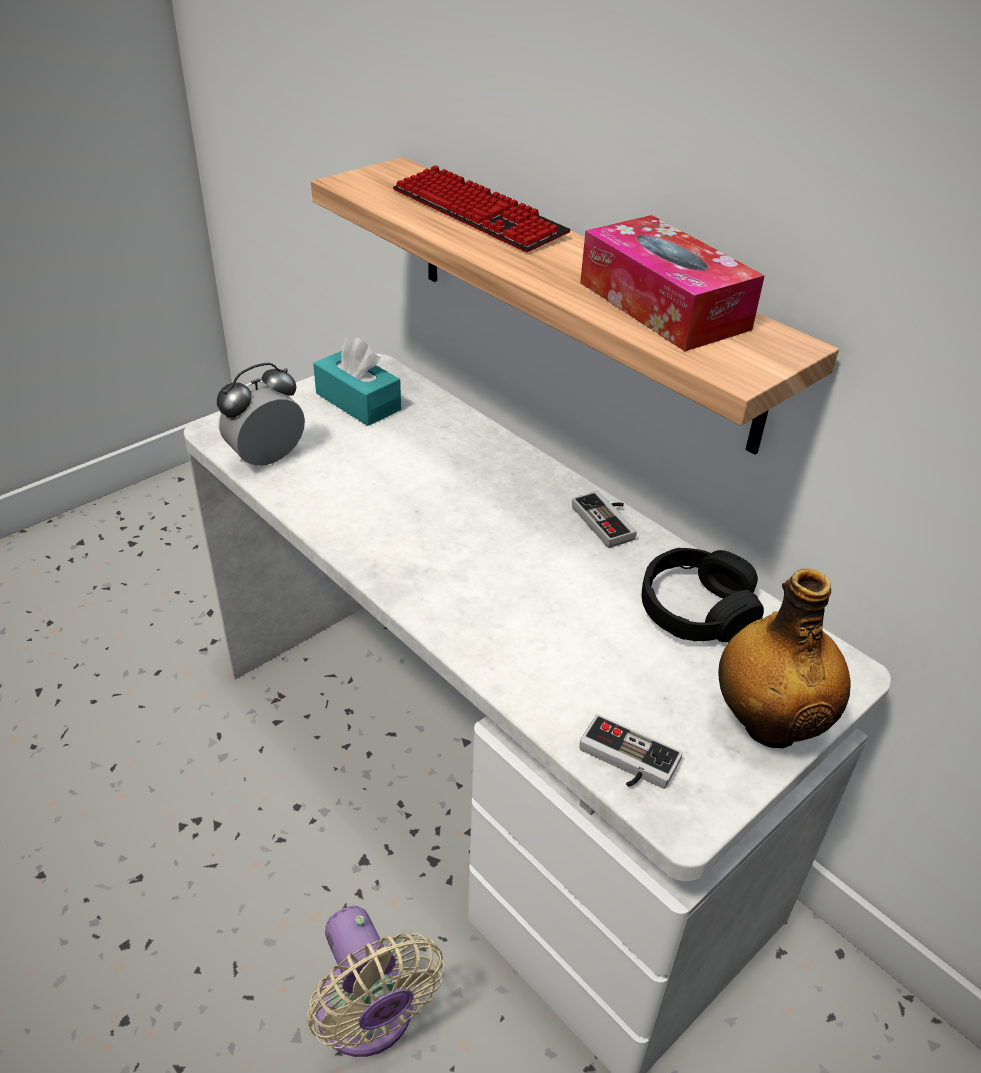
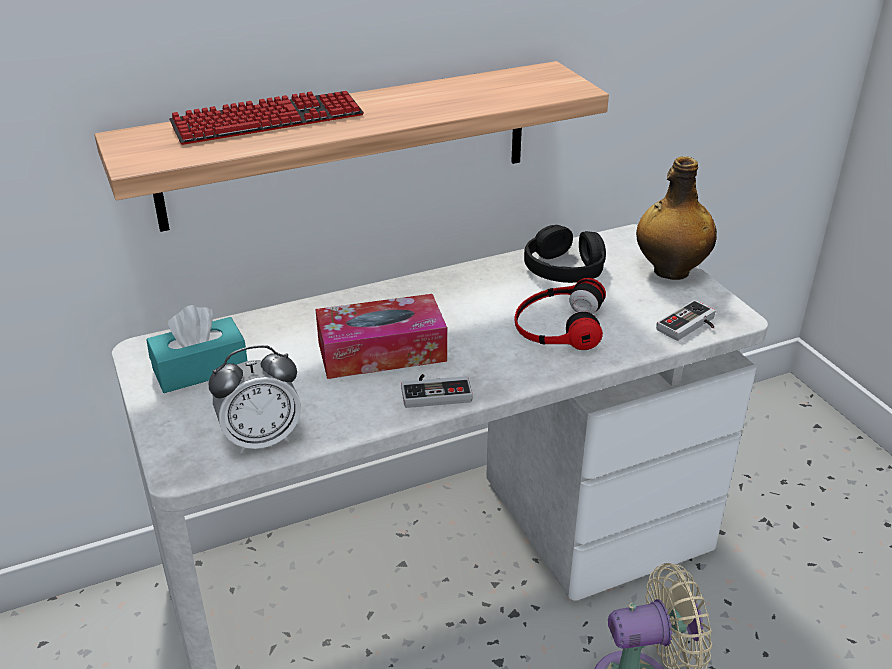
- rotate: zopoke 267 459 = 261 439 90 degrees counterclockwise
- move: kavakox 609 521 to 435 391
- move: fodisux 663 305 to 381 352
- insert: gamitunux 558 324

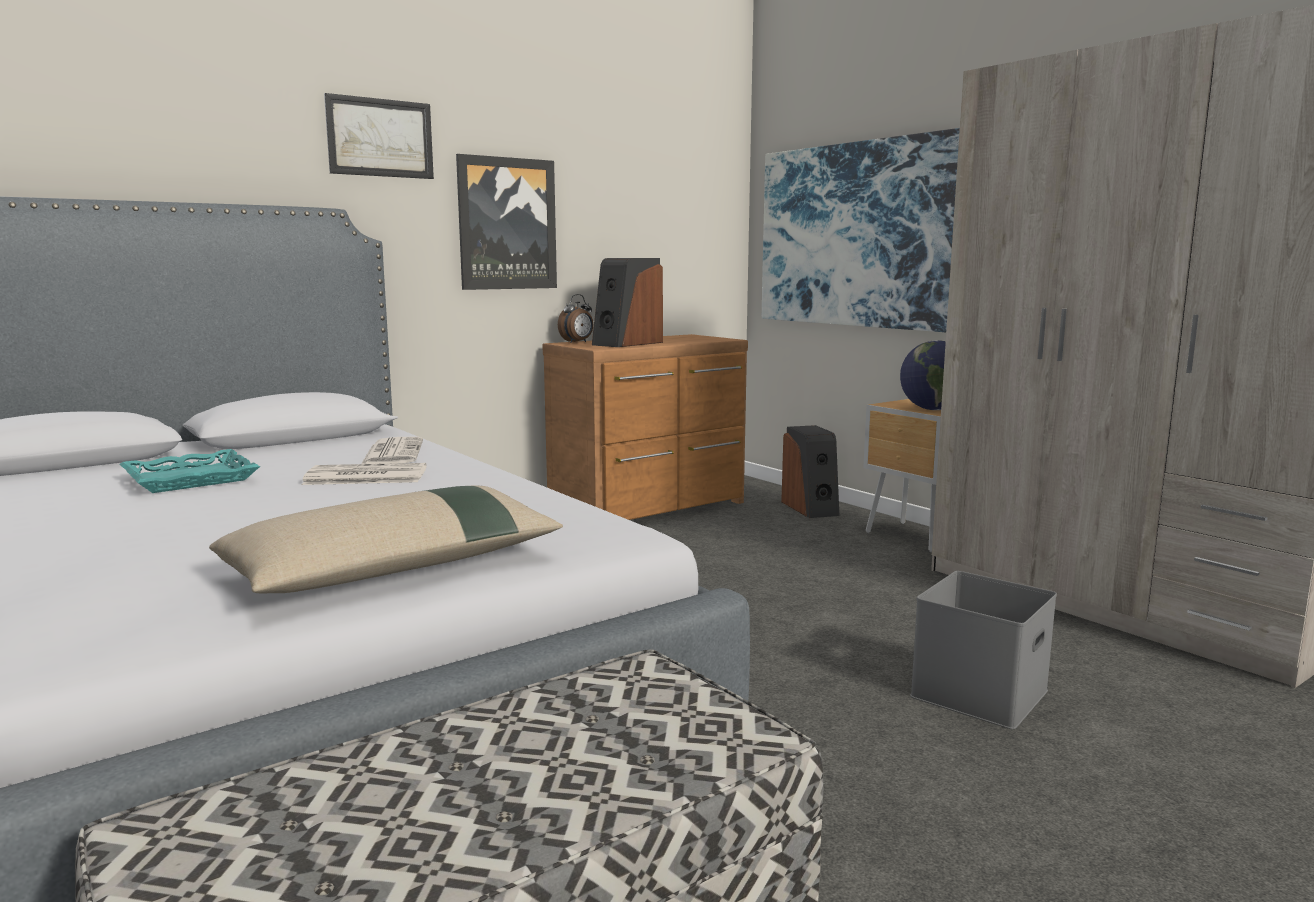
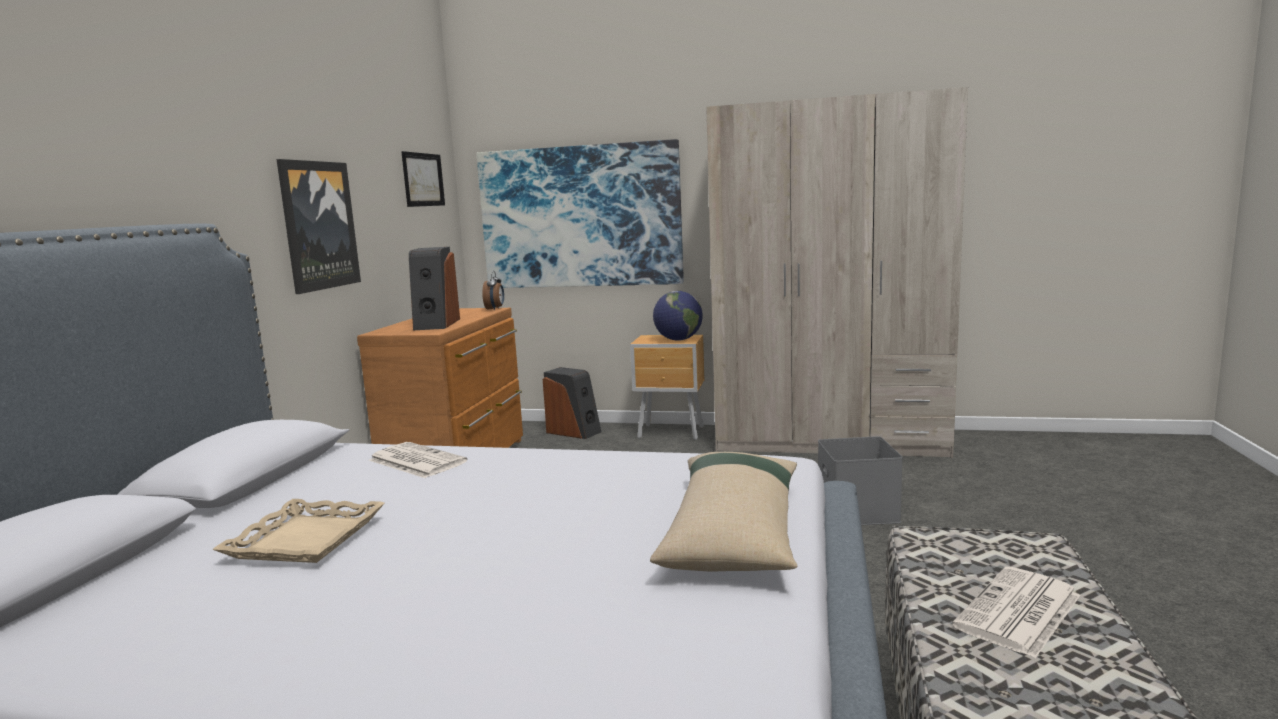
- recolor: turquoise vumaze 191 479 to beige vumaze 305 539
- move: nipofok 364 476 to 1019 612
- move: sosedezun 380 138 to 423 179
- move: zopoke 577 342 to 495 309

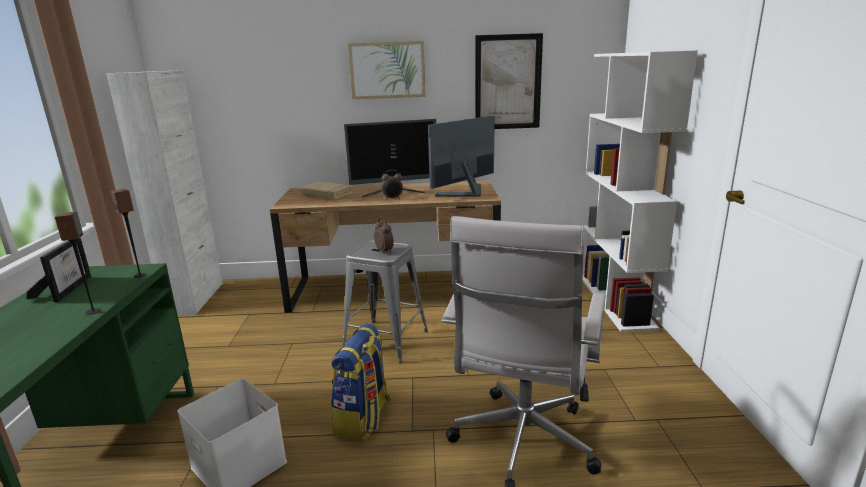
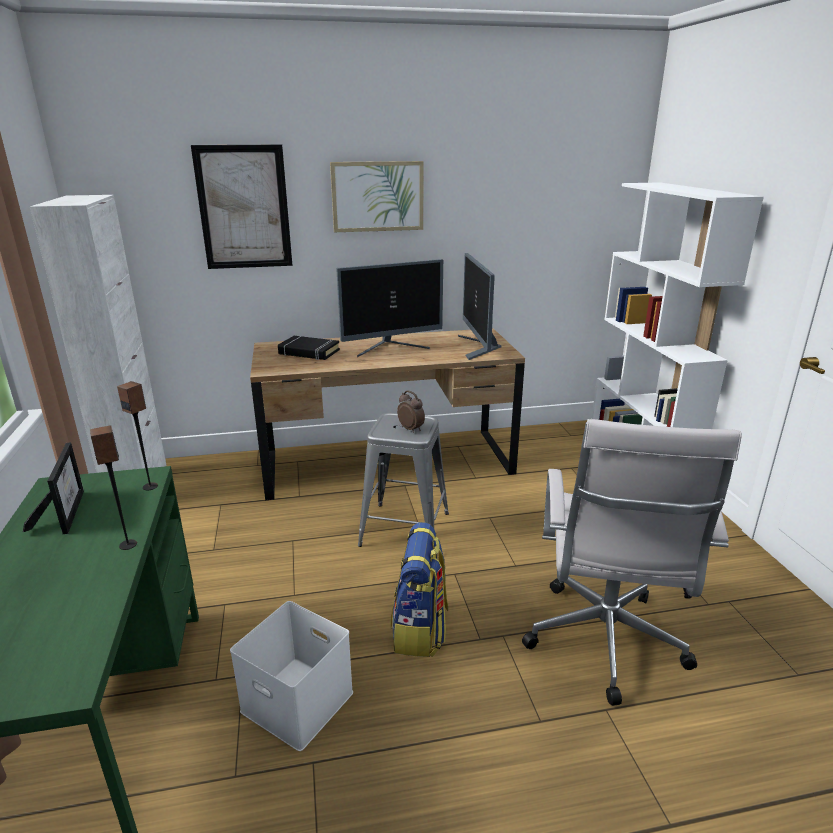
- recolor: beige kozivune 326 194 to black kozivune 309 352
- delete: zopoke 393 199
- rotate: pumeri 466 193 = 478 348 45 degrees counterclockwise
- move: sosedezun 508 82 to 244 208

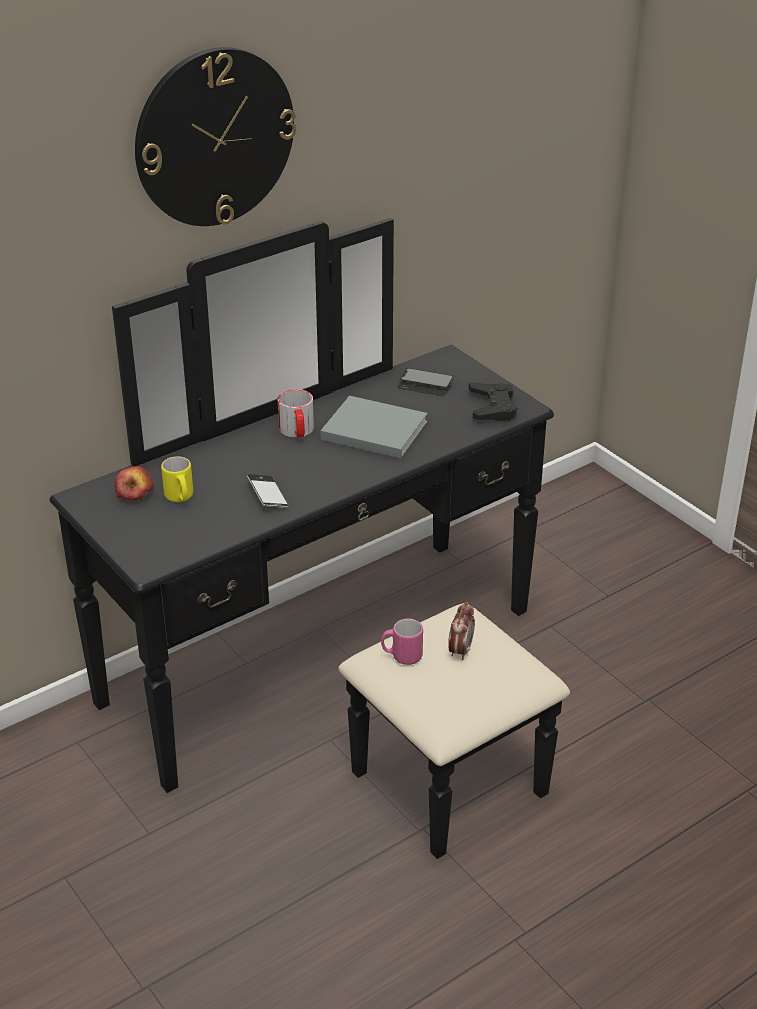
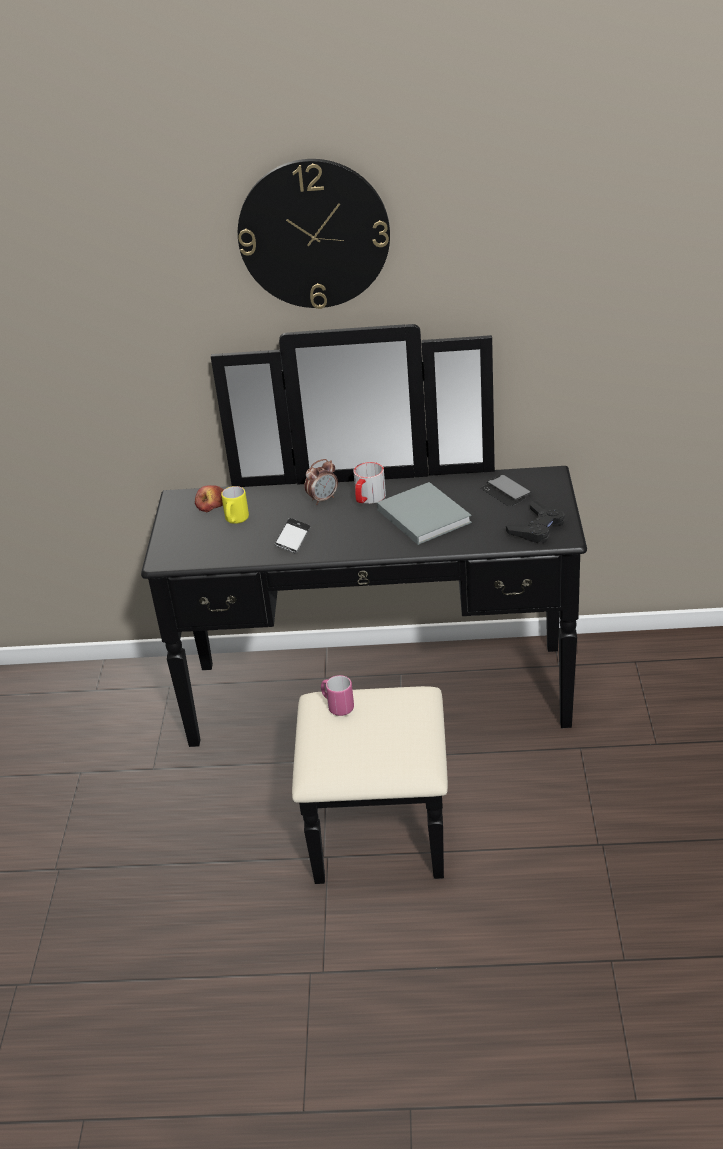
- move: zopoke 460 650 to 323 499

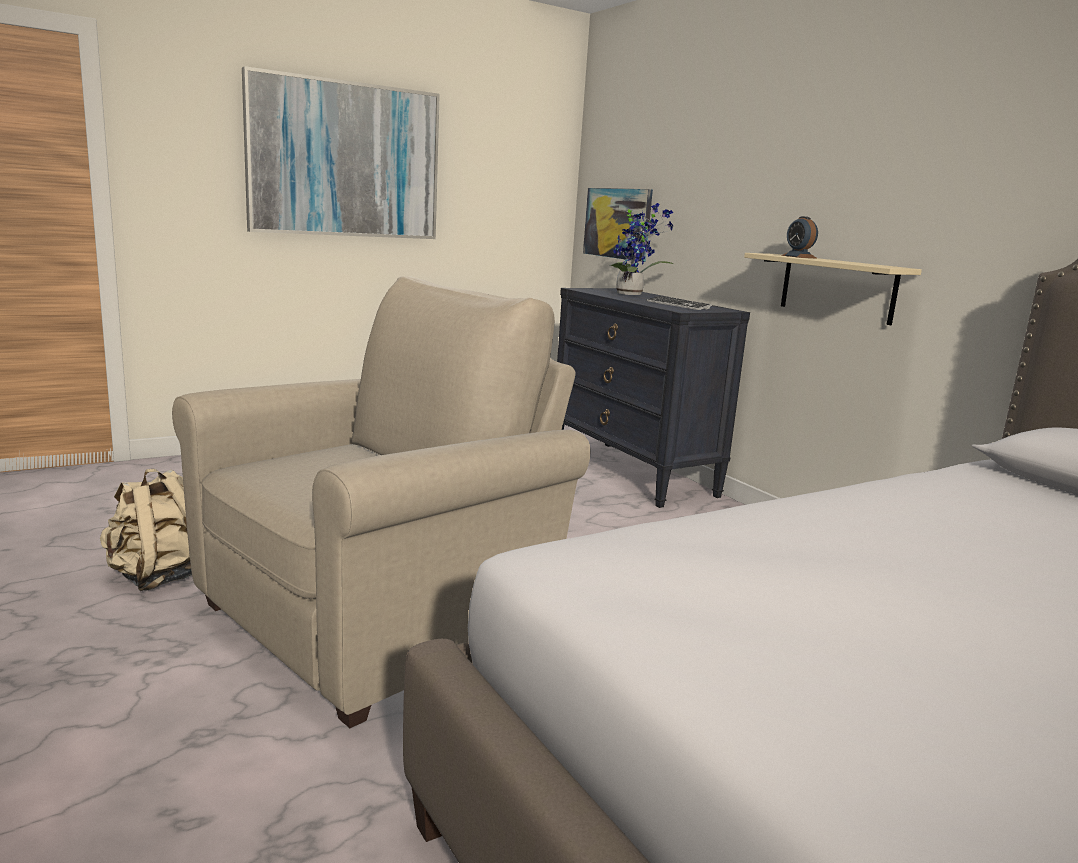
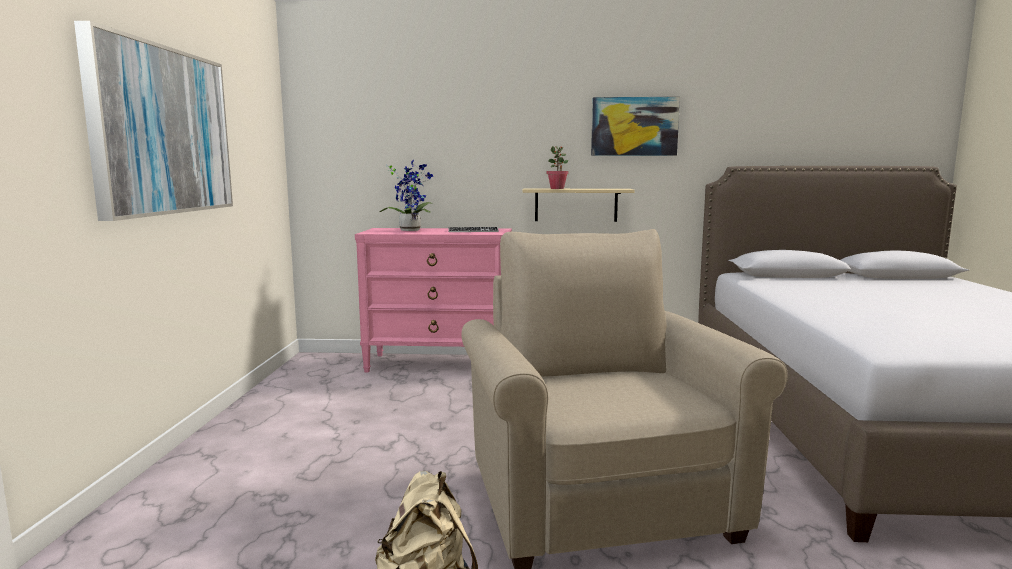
- recolor: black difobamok 632 473 to pink difobamok 440 364
- move: sosedezun 617 223 to 634 126
- replace: zopoke 798 257 to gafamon 557 188

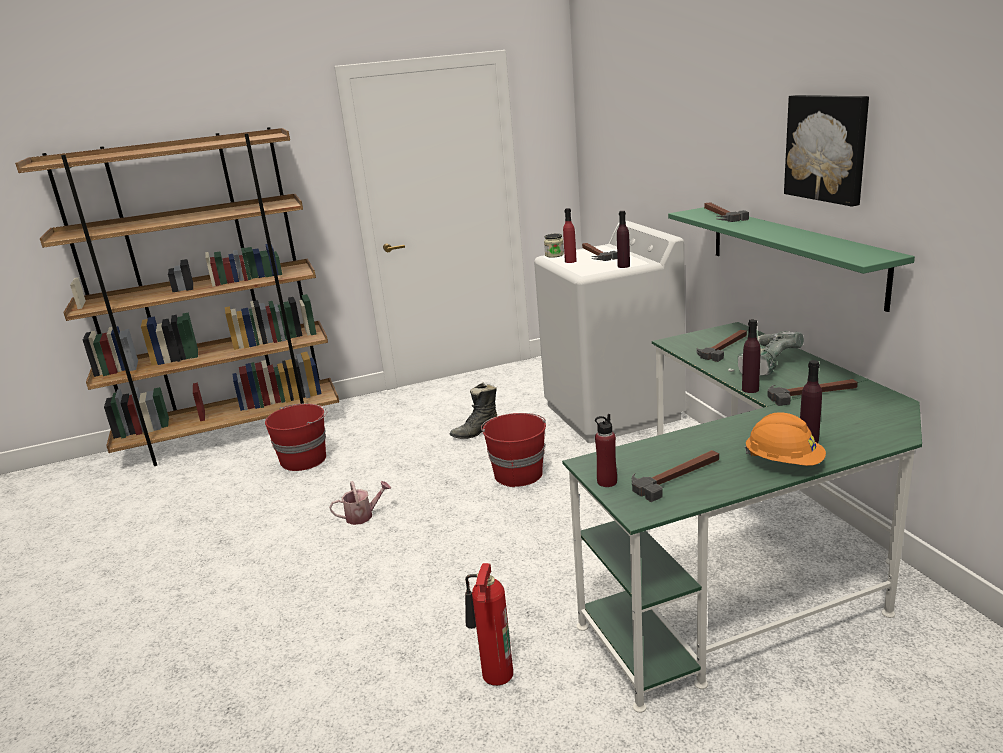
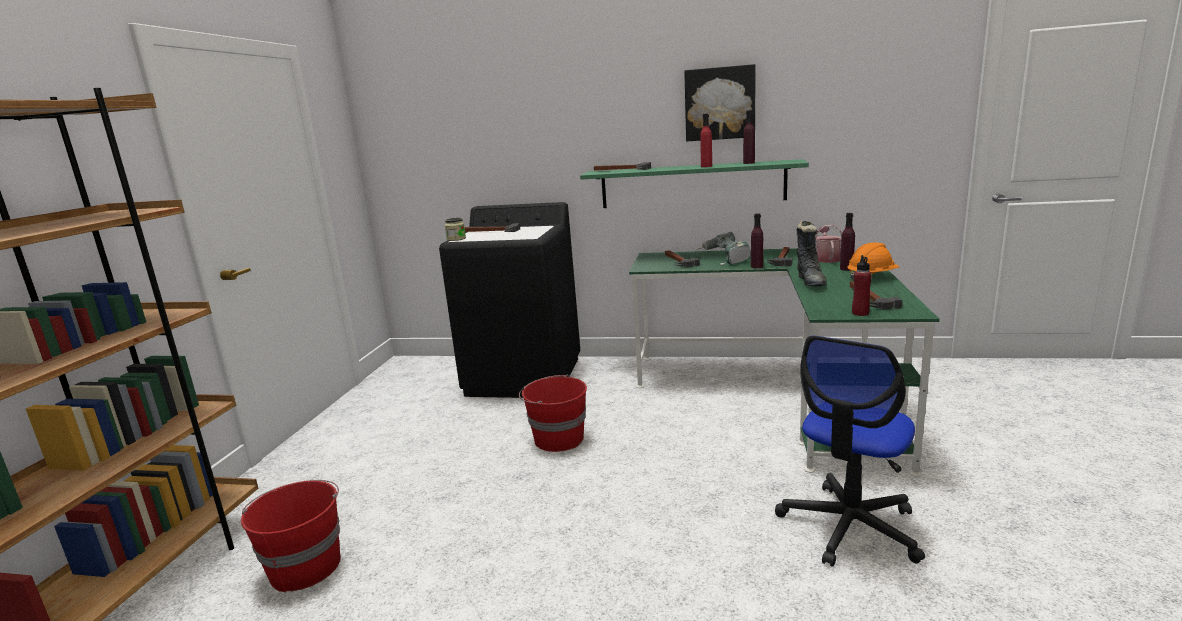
- move: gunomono 363 516 to 827 258
- move: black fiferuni 476 433 to 811 282
- replace: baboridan 494 676 to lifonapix 849 527
- recolor: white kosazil 612 412 to black kosazil 524 376
- move: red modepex 570 261 to 706 166
- move: purple modepex 623 266 to 749 163

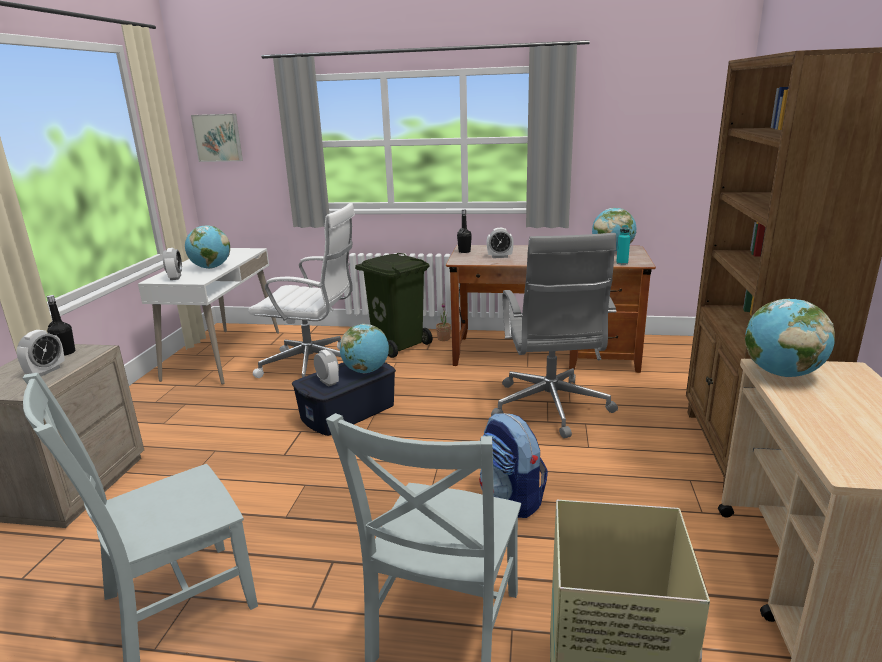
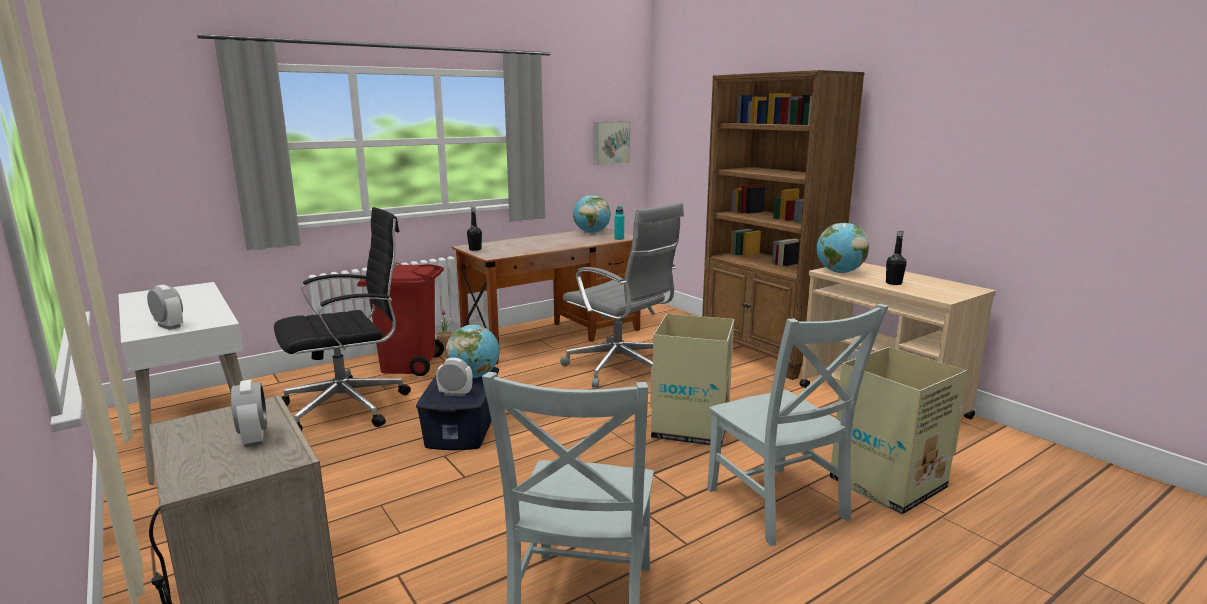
- move: black modepex 66 352 to 893 283
- delete: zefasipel 211 268
- move: sosedezun 218 137 to 610 142
- recolor: white lifonapix 314 367 to black lifonapix 349 407
- recolor: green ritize 398 345 to red ritize 409 365
- replace: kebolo 511 499 to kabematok 691 427
- delete: zopoke 499 257

